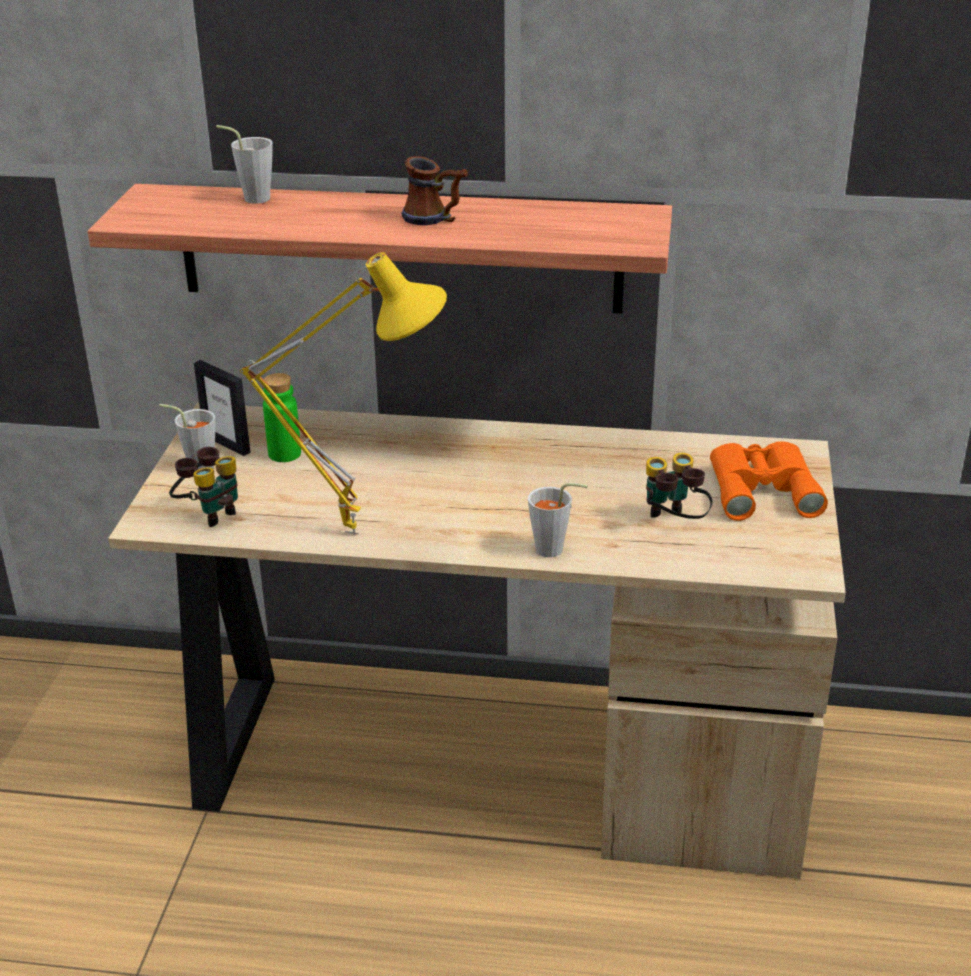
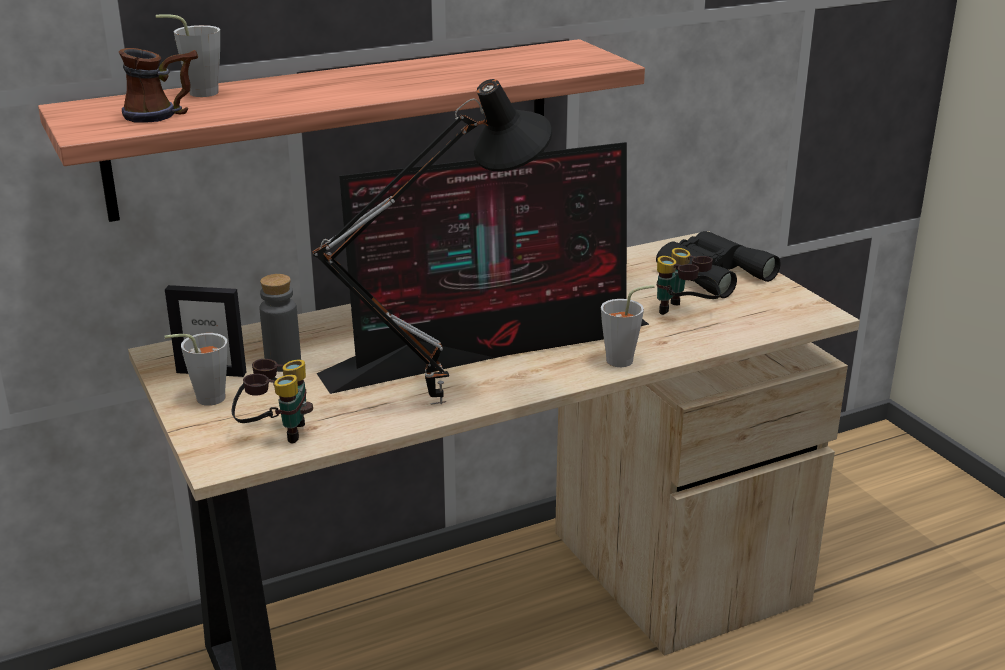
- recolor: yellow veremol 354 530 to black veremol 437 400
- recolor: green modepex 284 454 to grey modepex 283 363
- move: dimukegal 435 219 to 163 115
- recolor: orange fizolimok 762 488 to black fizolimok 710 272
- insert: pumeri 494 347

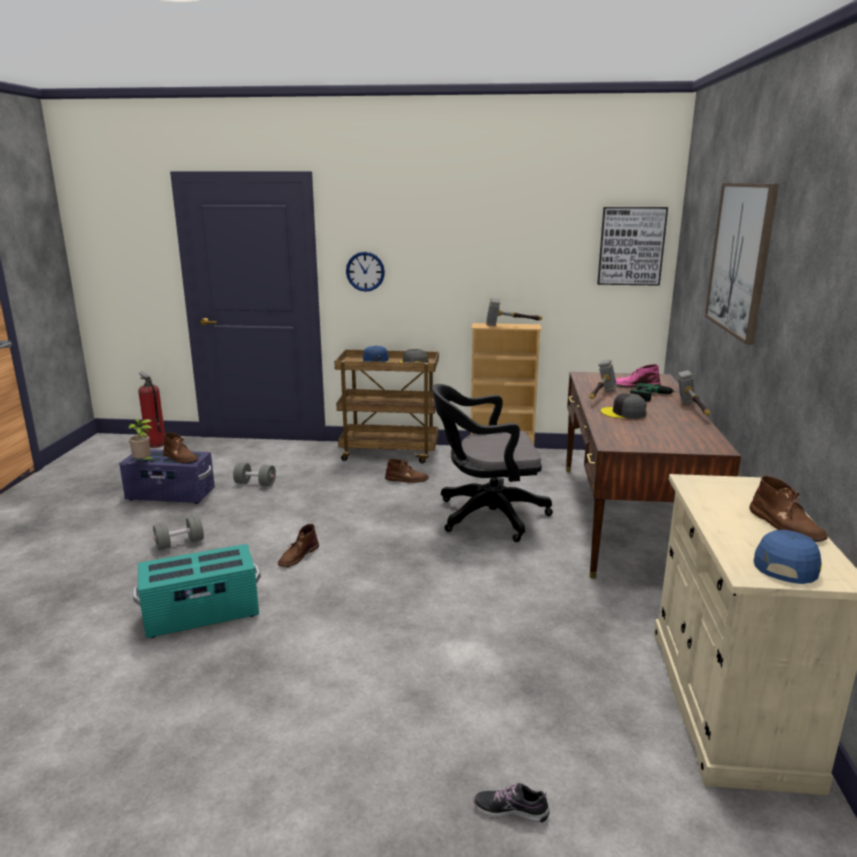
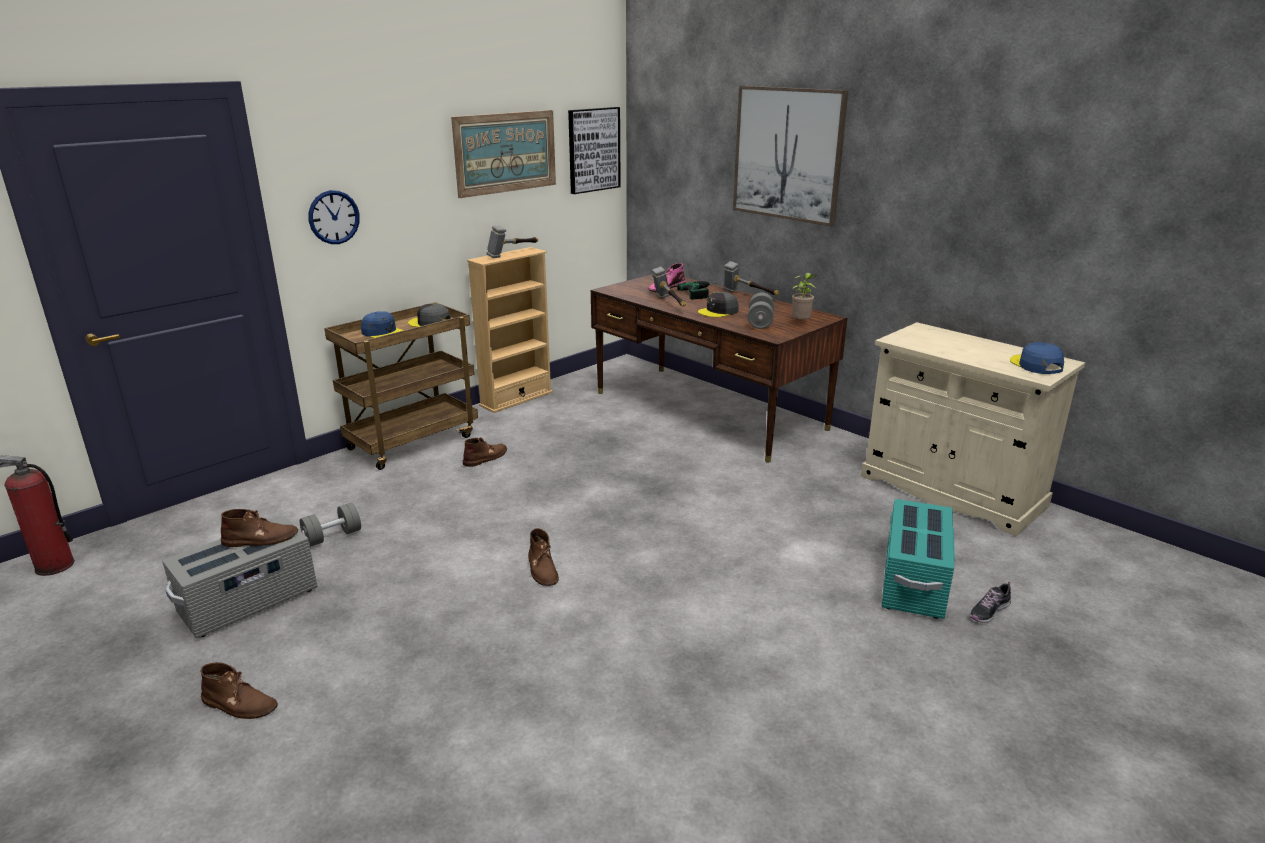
- recolor: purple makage 171 495 to grey makage 249 601
- move: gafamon 144 462 to 801 323
- move: turquoise makage 202 614 to 914 582
- move: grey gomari 180 543 to 760 322
- delete: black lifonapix 486 516
- move: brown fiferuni 785 525 to 240 704
- insert: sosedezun 505 152

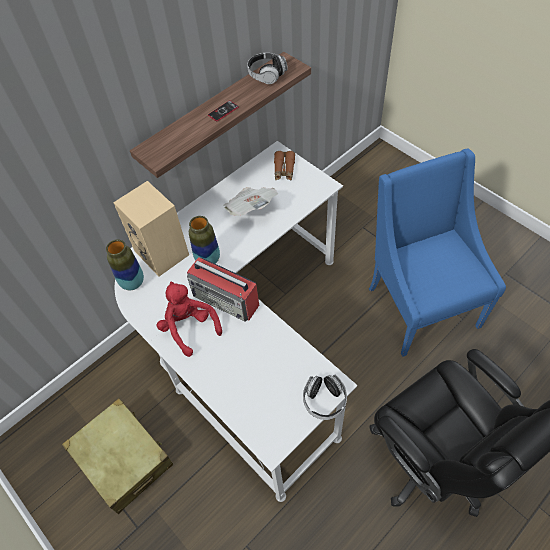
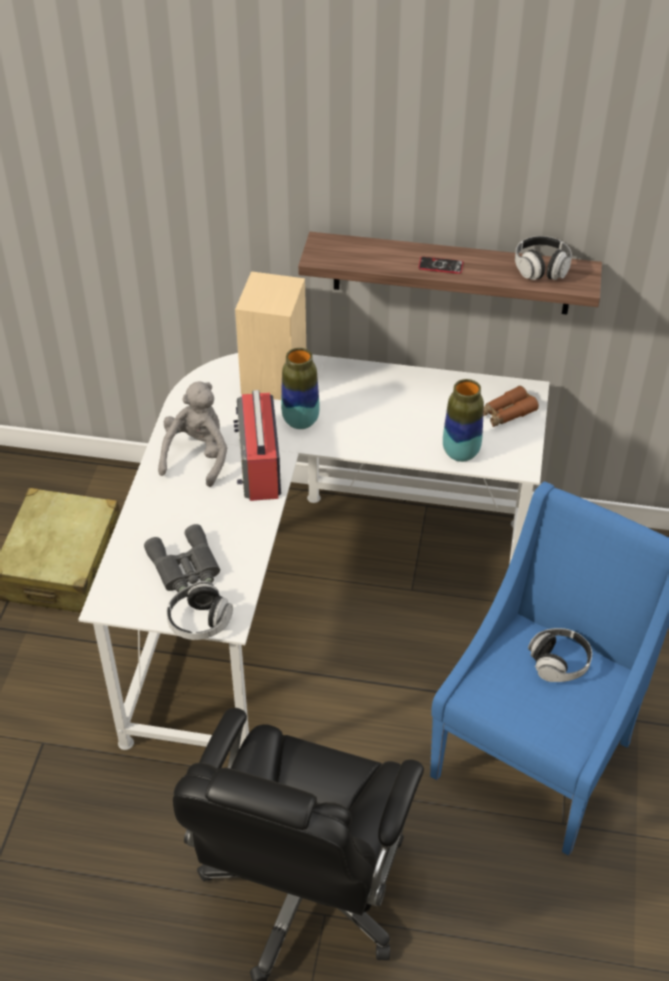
- move: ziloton 132 282 to 460 453
- recolor: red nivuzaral 189 327 to grey nivuzaral 197 456
- delete: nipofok 251 209
- insert: grey fizolimok 185 567
- insert: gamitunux 559 663

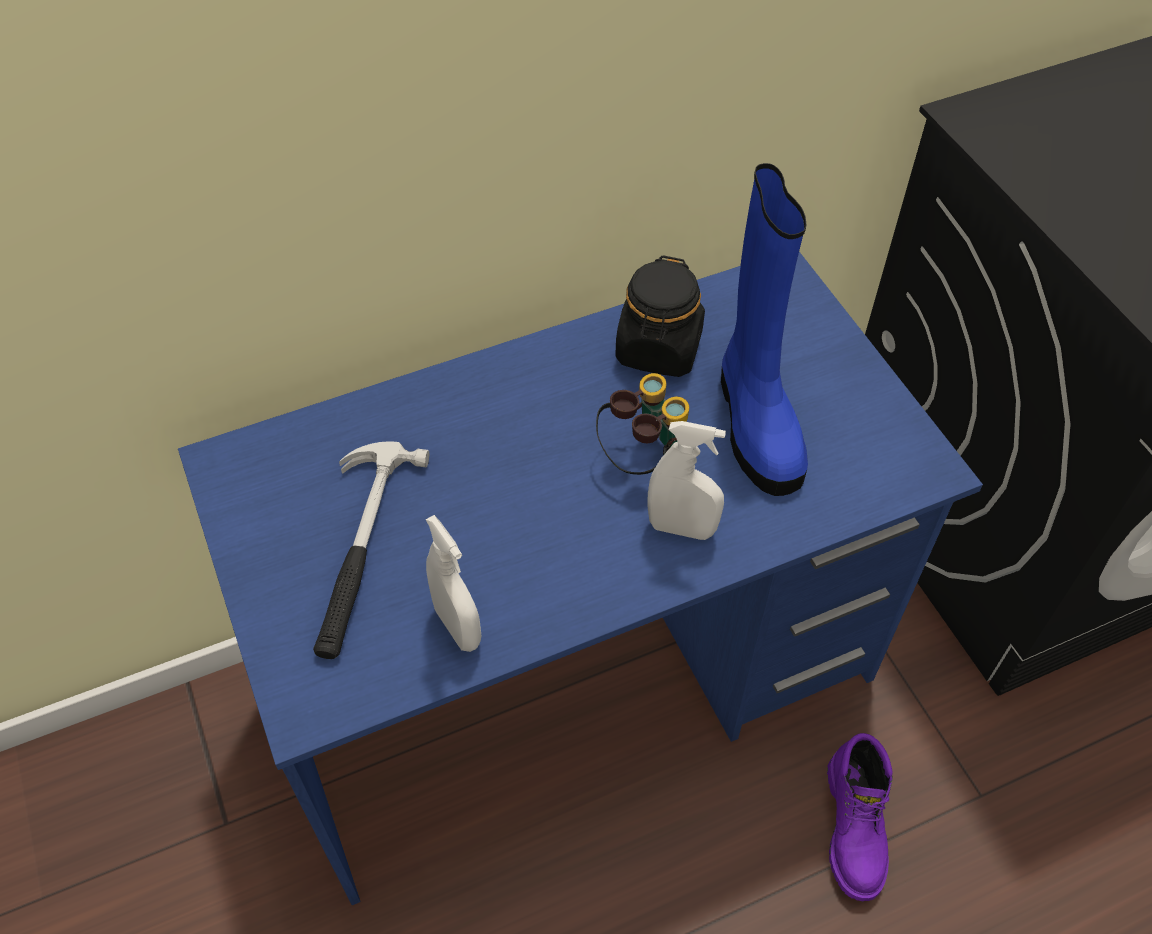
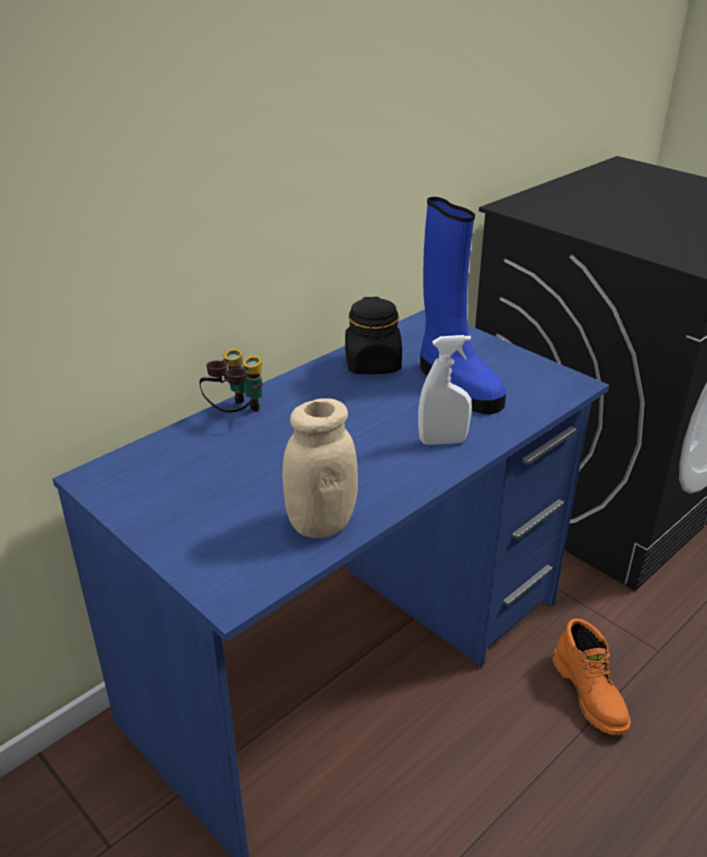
- delete: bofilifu 360 549
- replace: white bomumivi 457 627 to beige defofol 321 523
- move: fizolimok 641 457 to 236 413
- recolor: purple fiferuni 856 827 to orange fiferuni 591 694

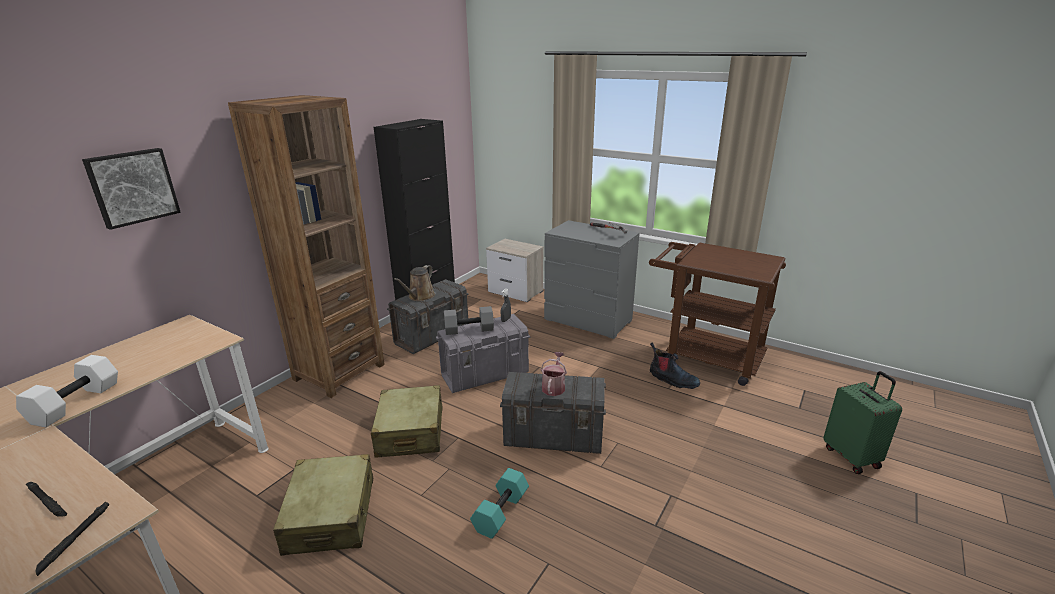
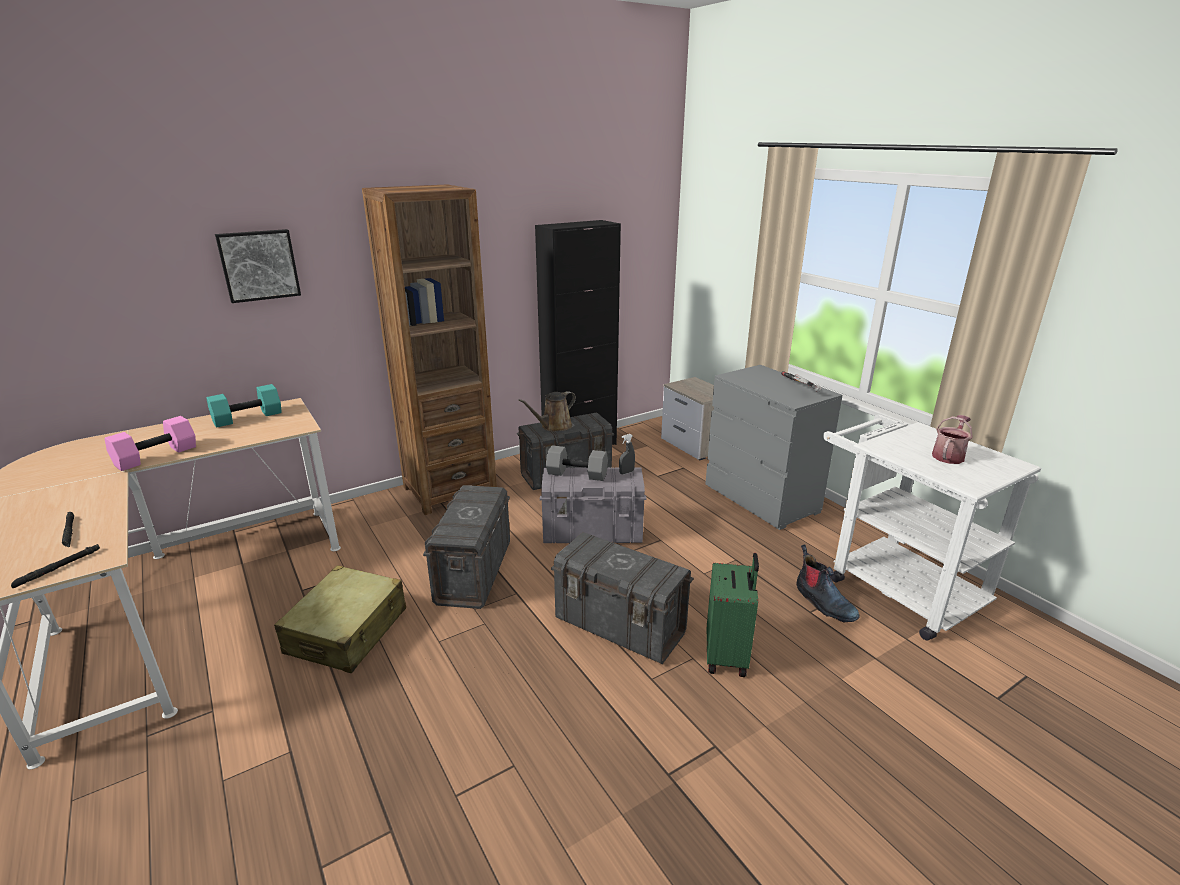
- recolor: white gomari 76 403 to pink gomari 156 457
- replace: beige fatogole 410 432 to grey makage 473 573
- move: turquoise gomari 500 511 to 248 417
- move: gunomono 554 386 to 949 455
- recolor: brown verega 704 356 to white verega 894 585
- move: green fatogole 852 457 to 727 656

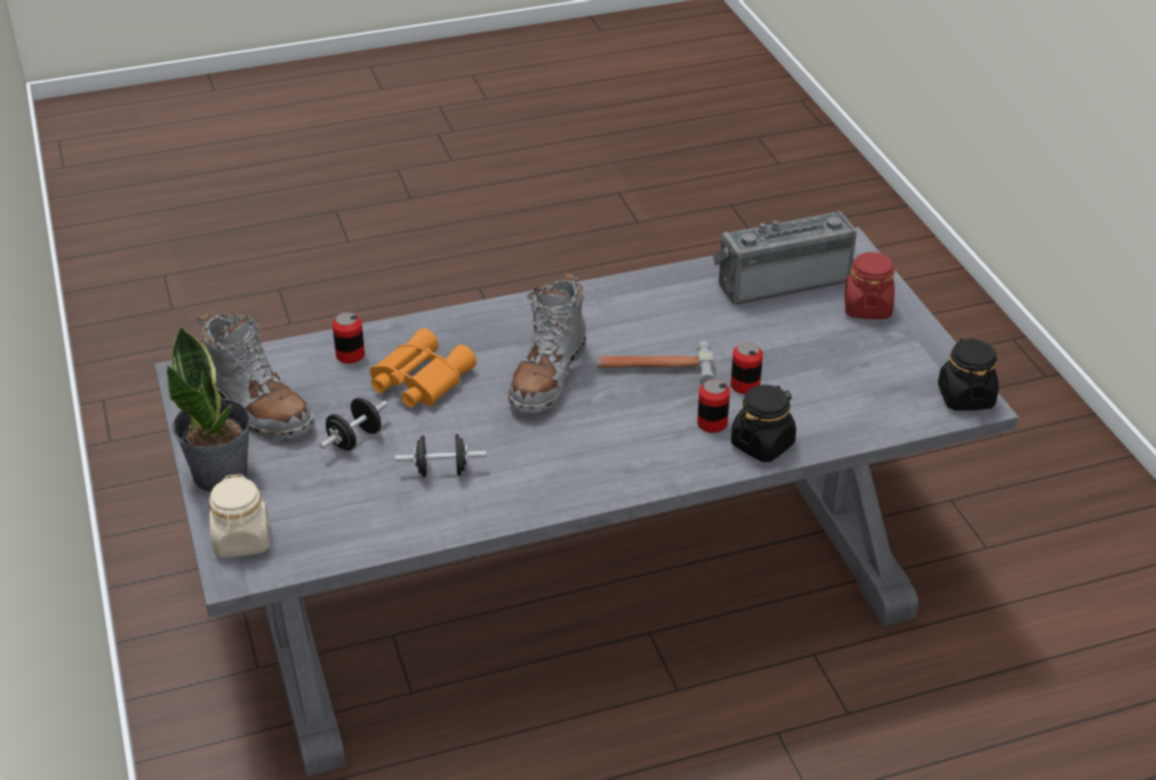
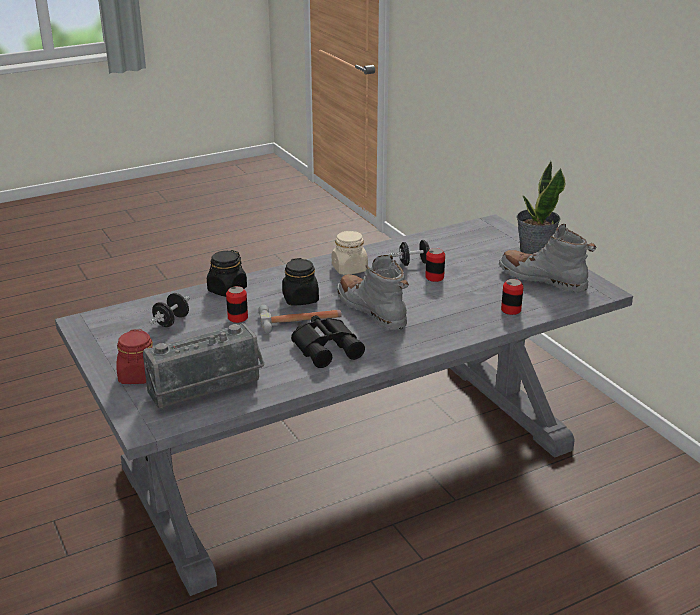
- move: beige defofol 242 540 to 349 268
- move: black gomari 355 439 to 171 321
- delete: orange fizolimok 418 380
- rotate: grey fiferuni 548 377 = 372 310 45 degrees counterclockwise
- move: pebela 712 423 to 434 277
- move: black defofol 965 397 to 300 299
- insert: black fizolimok 327 347

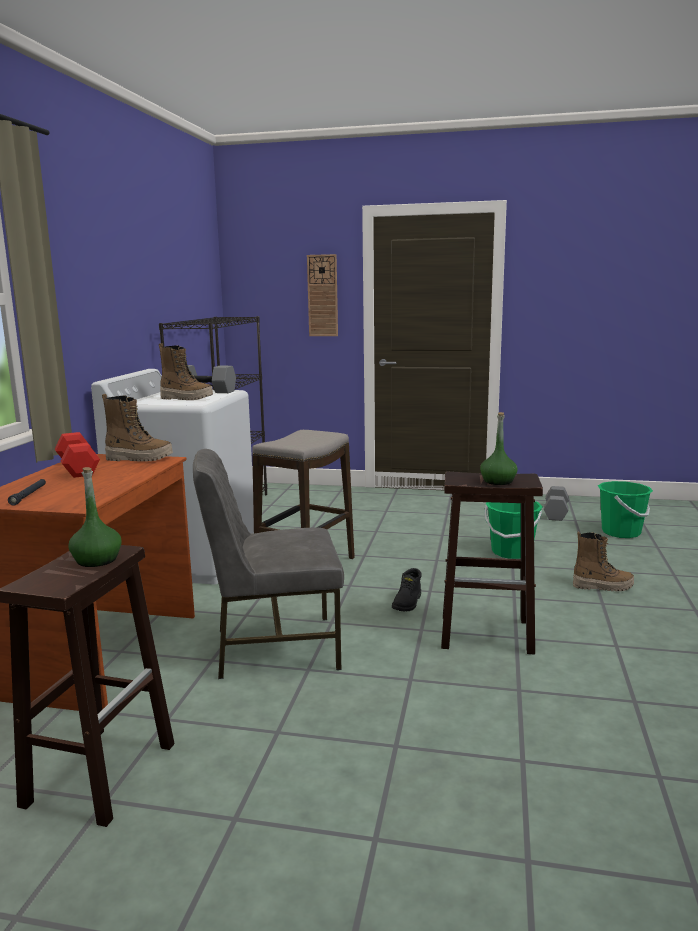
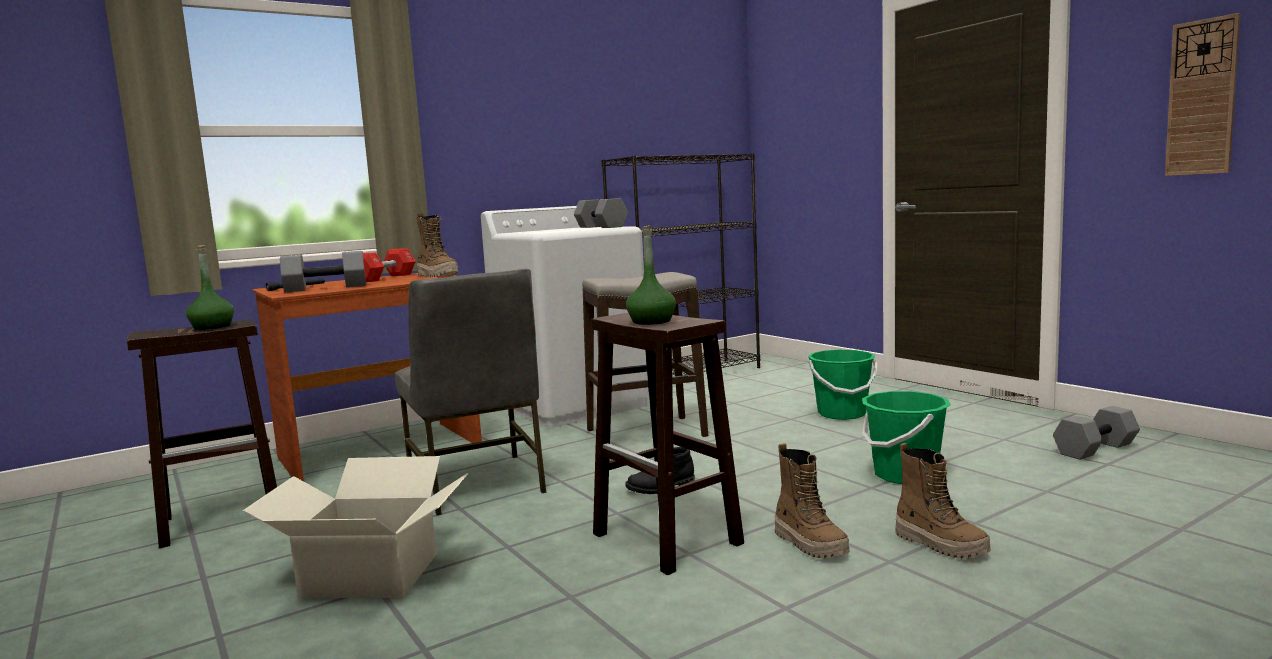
- move: fiferuni 186 398 to 810 544
- rotate: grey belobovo 274 647 = 477 484 150 degrees counterclockwise
- move: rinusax 322 295 to 1202 98
- move: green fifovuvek 621 532 to 842 414
- insert: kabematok 370 574
- insert: grey gomari 327 288

